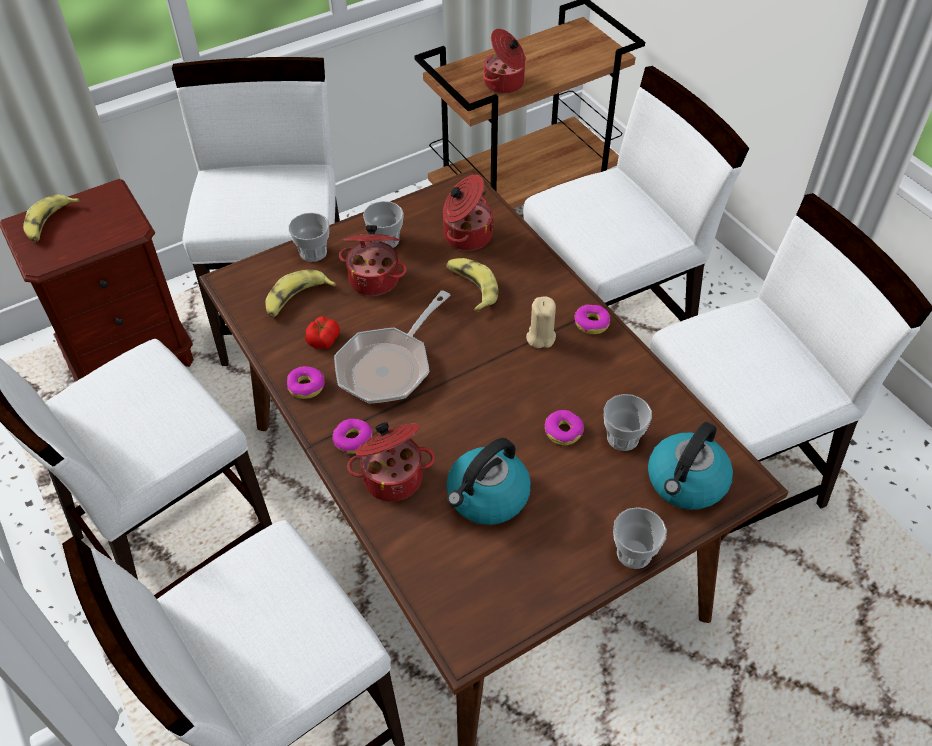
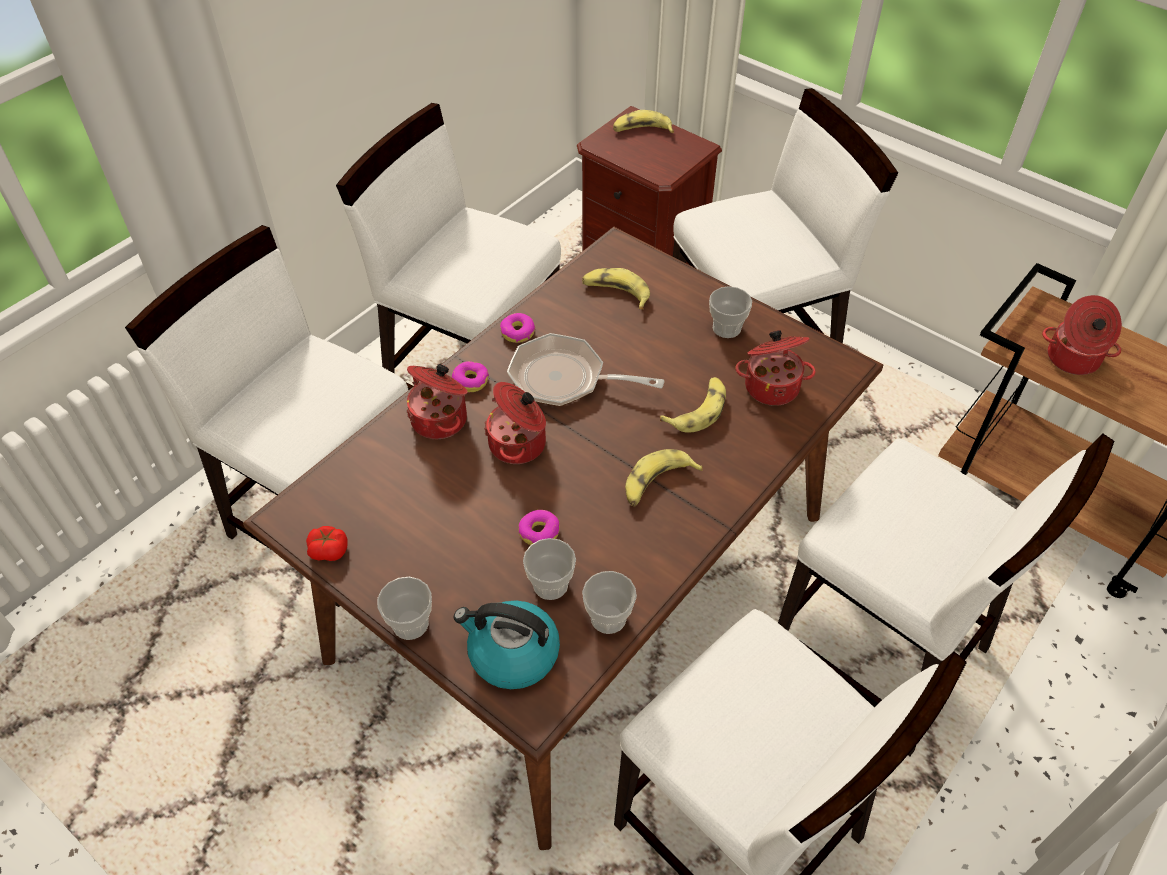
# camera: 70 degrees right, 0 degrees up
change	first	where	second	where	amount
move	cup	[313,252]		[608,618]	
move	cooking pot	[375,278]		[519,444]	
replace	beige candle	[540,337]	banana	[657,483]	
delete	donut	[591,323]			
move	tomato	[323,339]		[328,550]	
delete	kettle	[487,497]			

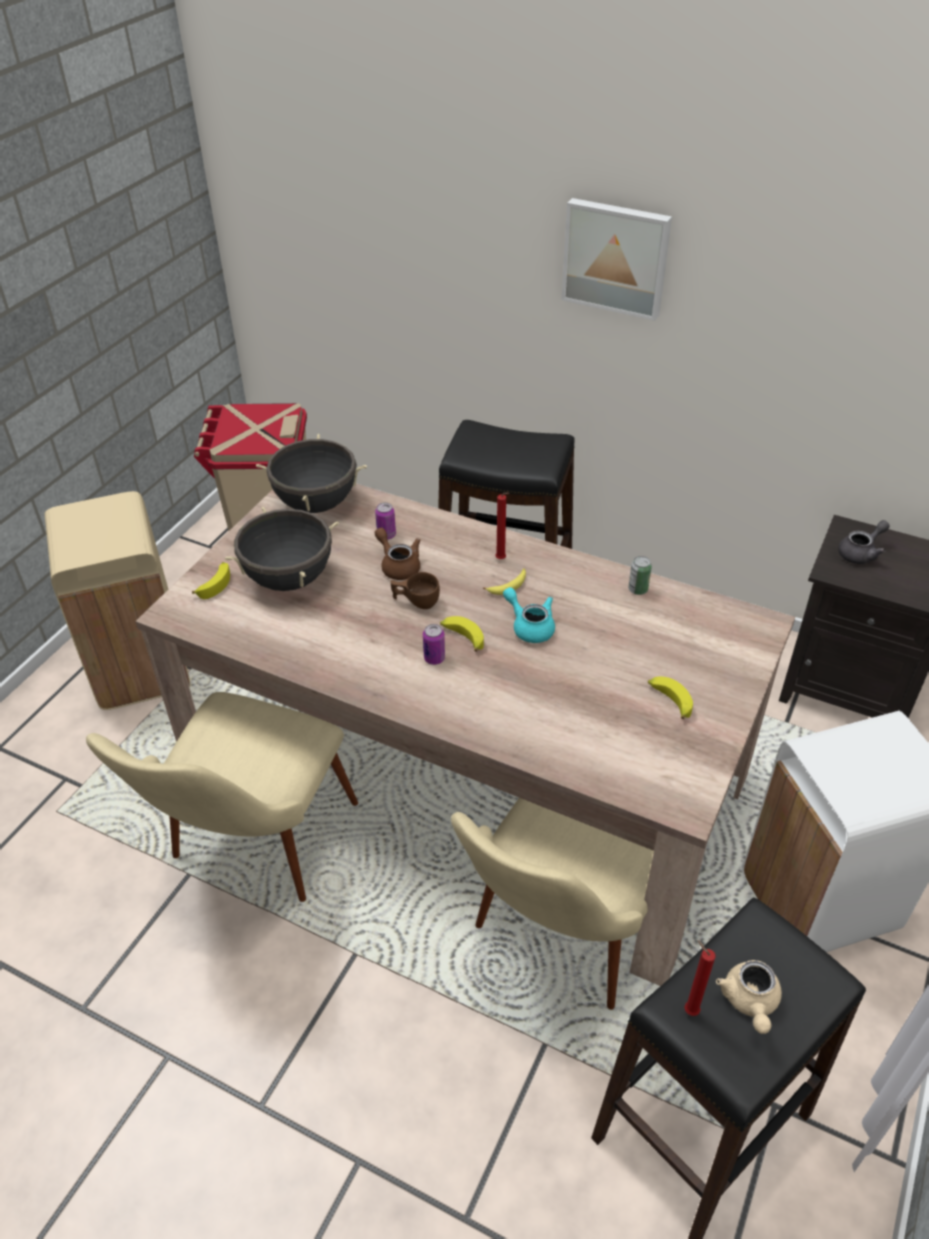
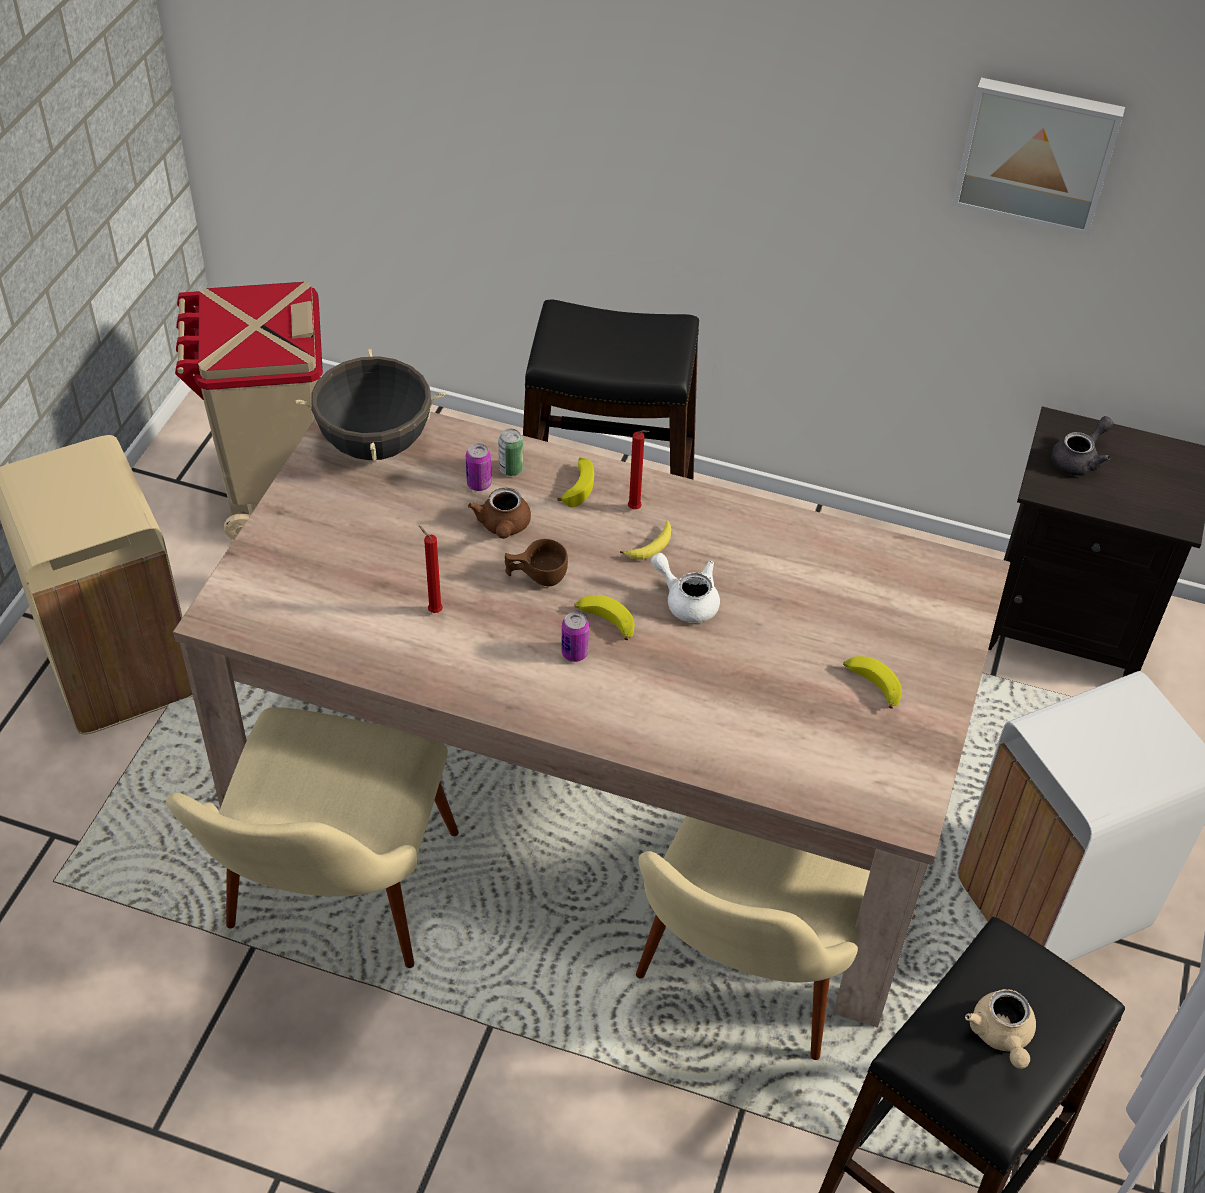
# camera: 10 degrees left, 5 degrees up
change	first	where	second	where	amount
move	picture	[616,257]		[1037,153]	
delete	black cooking pot	[289,579]			
rotate	brown teapot	[398,565]		[503,527]	135 degrees counterclockwise
move	can	[638,589]		[511,469]	
move	banana	[215,584]		[577,486]	
recolor	turquoise teapot	[530,626]	white teapot	[687,600]	
move	red candle	[689,1009]		[433,610]	

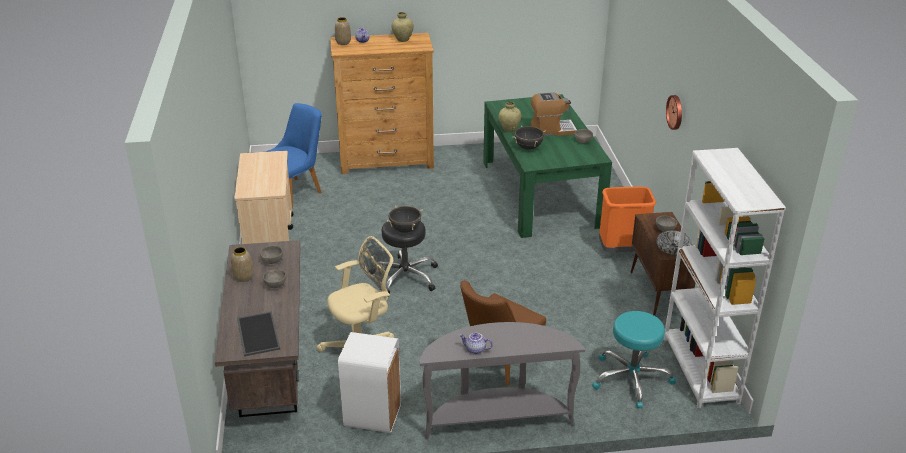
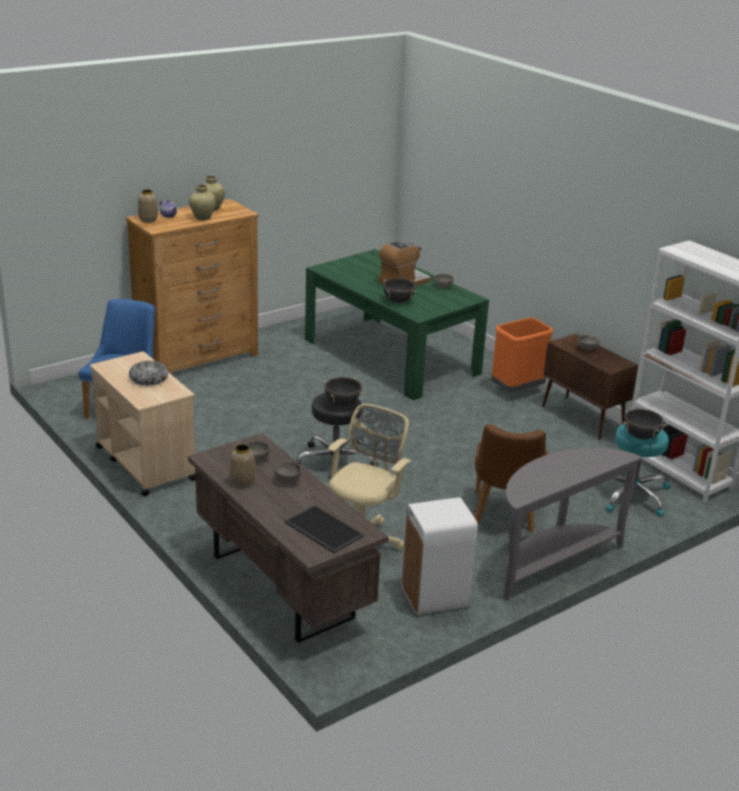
# camera: 30 degrees left, 5 degrees down
change	first	where	second	where	amount
delete	wall clock	[675,112]			
move	beige vase	[509,129]		[202,218]	
move	bowl	[673,247]		[148,378]	
delete	teapot	[475,350]			
insert			black cooking pot	[640,437]	

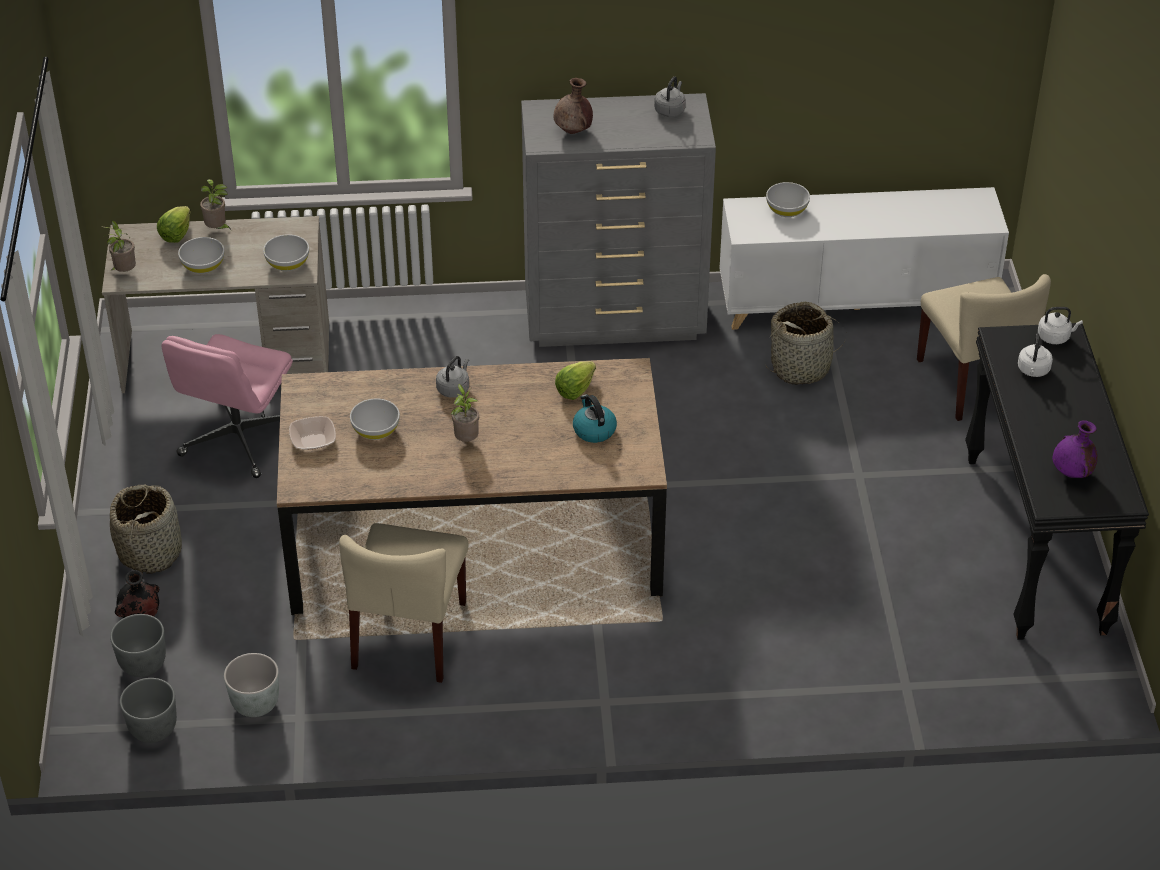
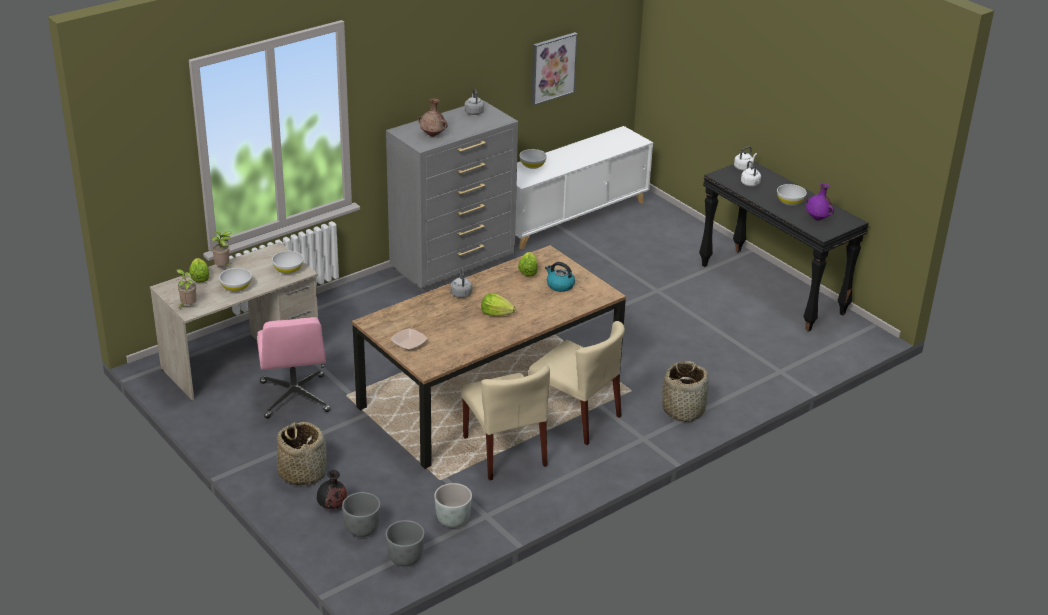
# camera: 35 degrees left, 10 degrees down
change	first	where	second	where	amount
move	beige chair	[974,381]		[576,417]	
move	basket	[801,367]		[684,410]	
replace	potted plant	[466,440]	lettuce	[496,314]	
move	white bowl	[375,430]		[790,202]	
insert			picture	[553,68]	

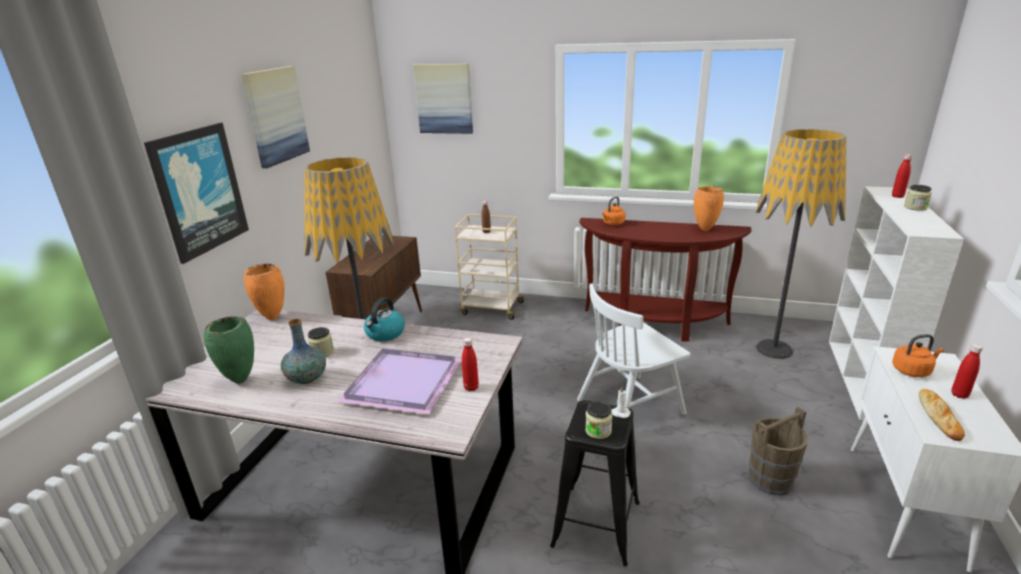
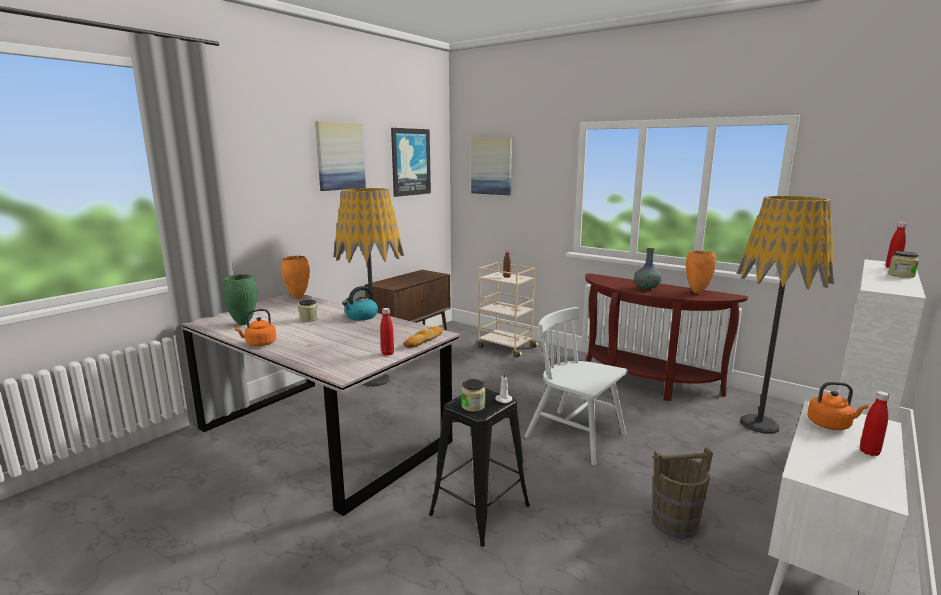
# camera: 20 degrees right, 10 degrees down
change	first	where	second	where	amount
move	picture	[199,191]		[410,162]	
move	orange kettle	[613,224]		[259,344]	
rotate	white chair	[630,406]		[575,436]	45 degrees clockwise
move	vase	[307,379]		[646,288]	
delete	purple tray	[402,382]			
move	bread	[939,417]		[424,340]	

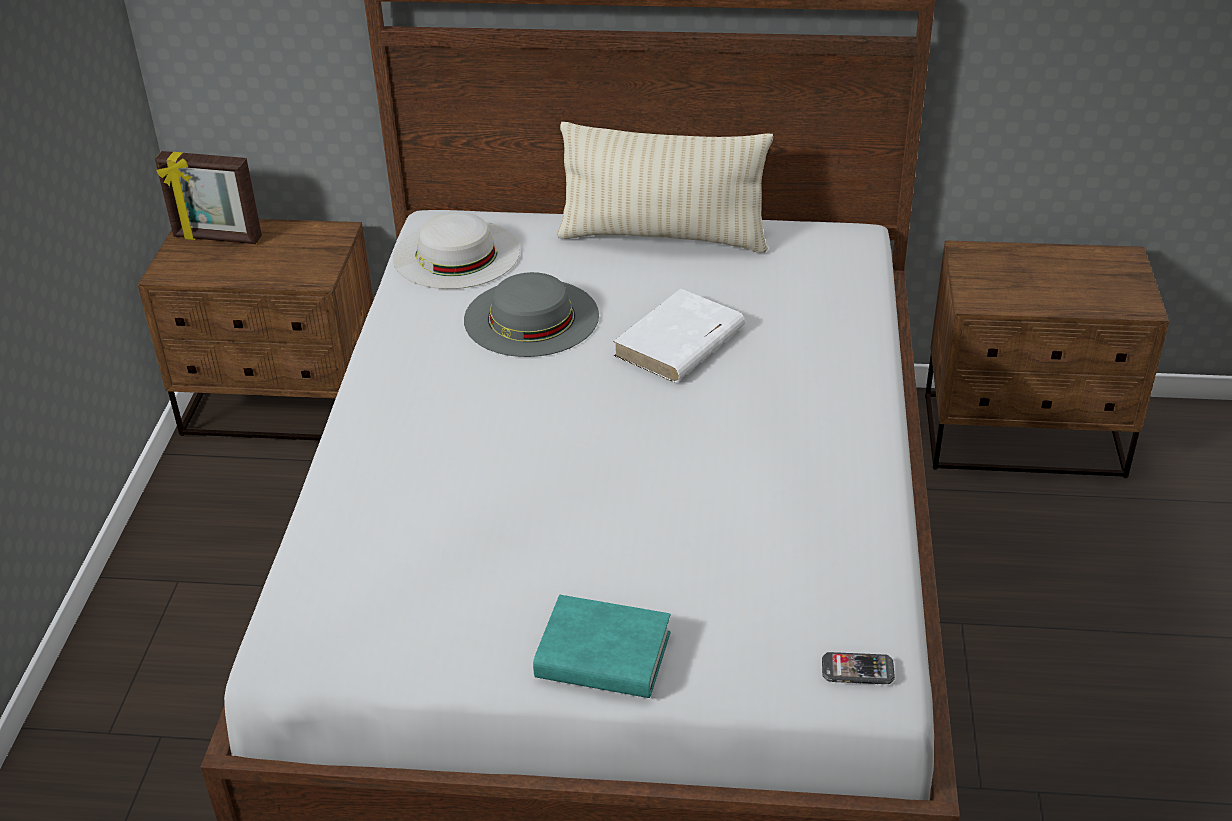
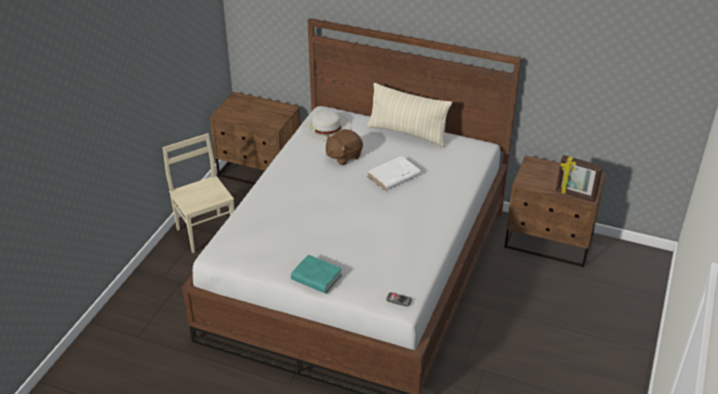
# camera: 15 degrees right, 0 degrees up
change	first	where	second	where	amount
move	picture frame	[217,238]		[575,195]	
replace	grey hat	[531,317]	brown plush toy	[343,156]	
insert			beige chair	[206,232]	

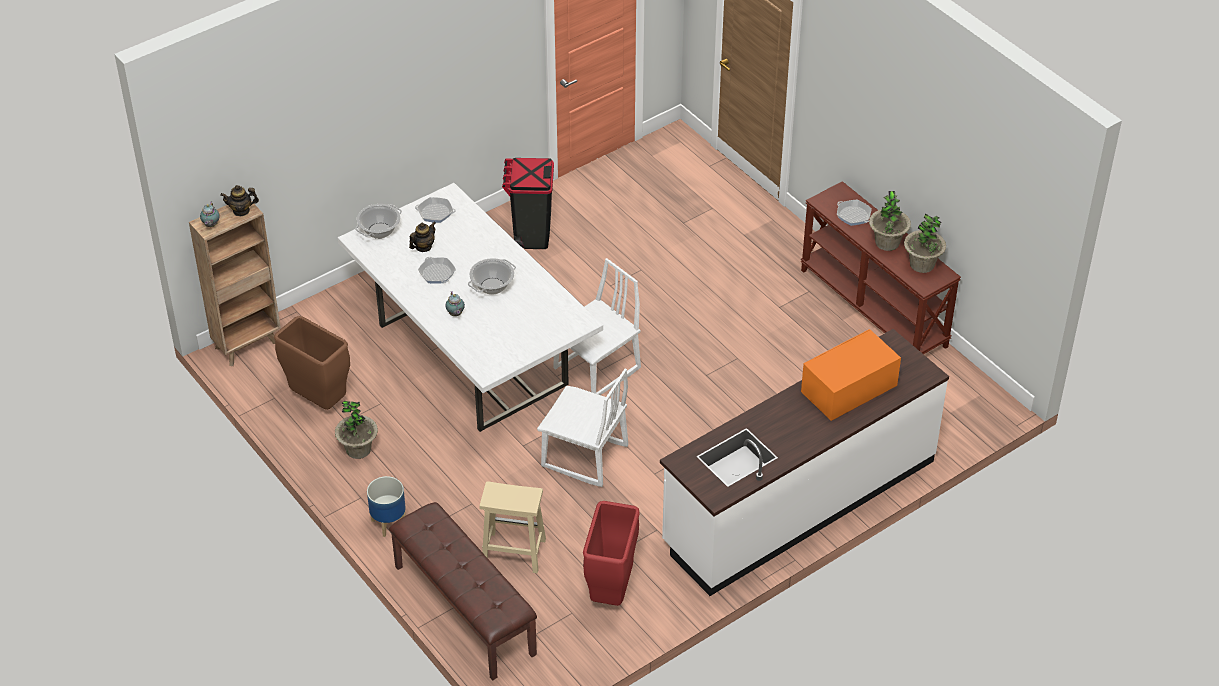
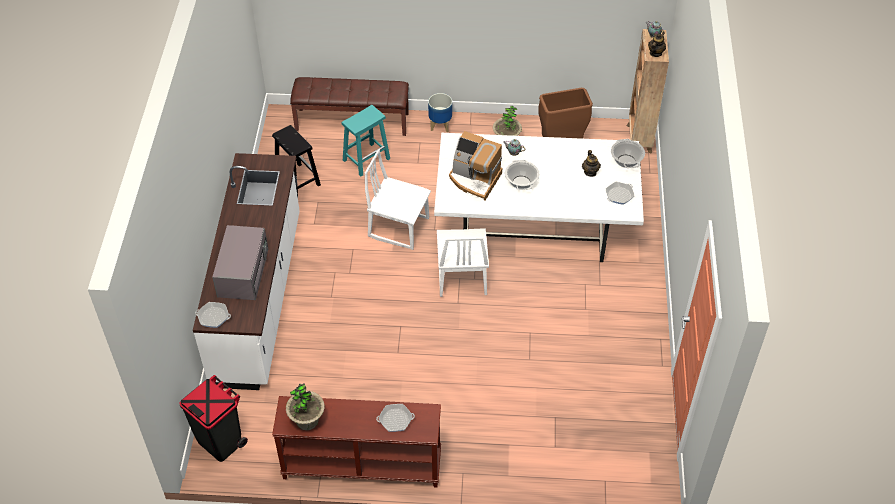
# camera: 130 degrees right, 5 degrees up
change	first	where	second	where	amount
move	black trash can	[531,235]		[220,441]	
delete	potted plant	[887,242]			
move	frying pan	[437,273]		[213,317]	
recolor	orange microwave	[848,389]	grey microwave	[243,271]	
rotate	white chair	[584,457]		[399,227]	45 degrees clockwise
recolor	beige stool	[512,552]	turquoise stool	[367,159]	
replace	red trash can	[612,592]	black stool	[297,180]	
insert			coffee machine	[474,179]	

